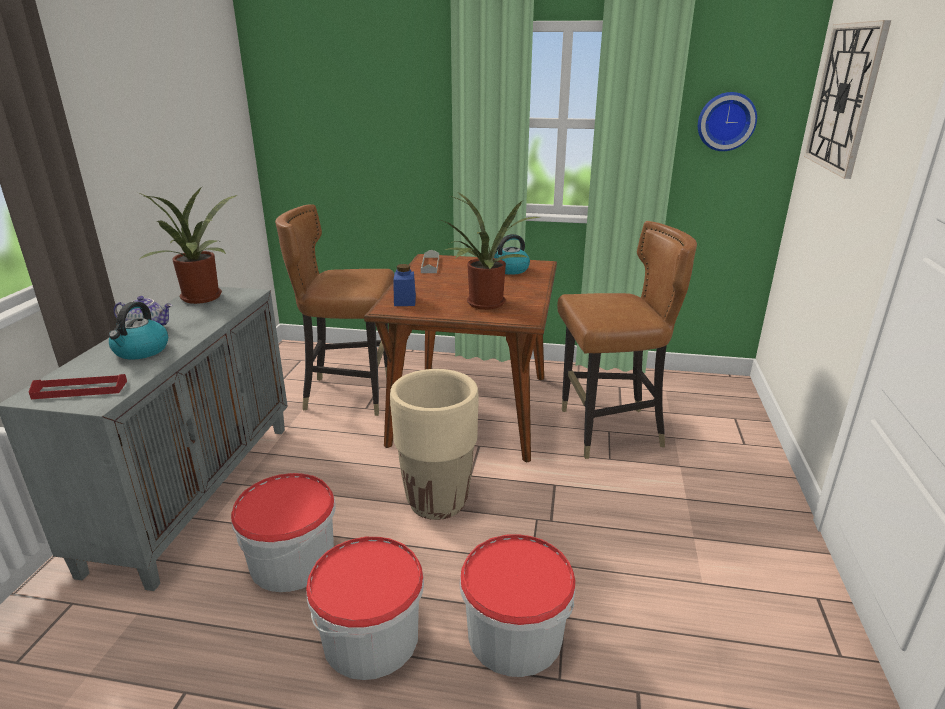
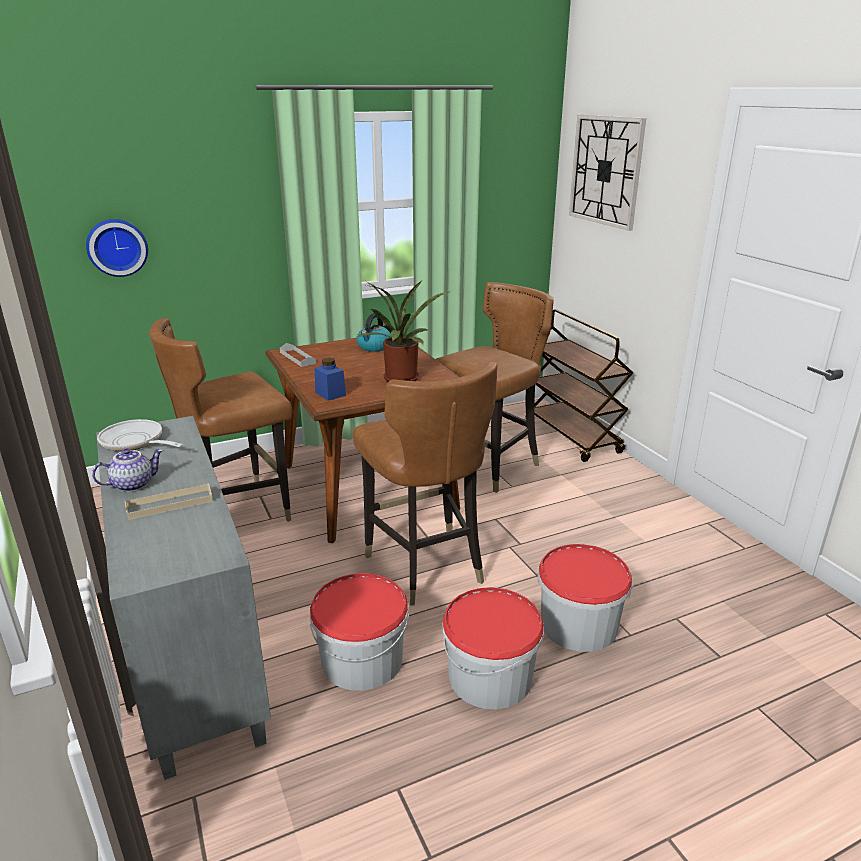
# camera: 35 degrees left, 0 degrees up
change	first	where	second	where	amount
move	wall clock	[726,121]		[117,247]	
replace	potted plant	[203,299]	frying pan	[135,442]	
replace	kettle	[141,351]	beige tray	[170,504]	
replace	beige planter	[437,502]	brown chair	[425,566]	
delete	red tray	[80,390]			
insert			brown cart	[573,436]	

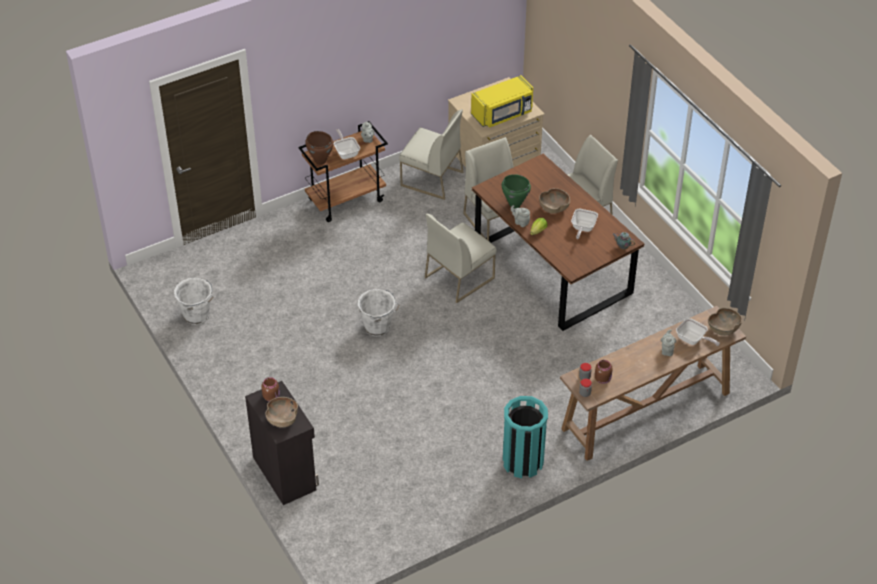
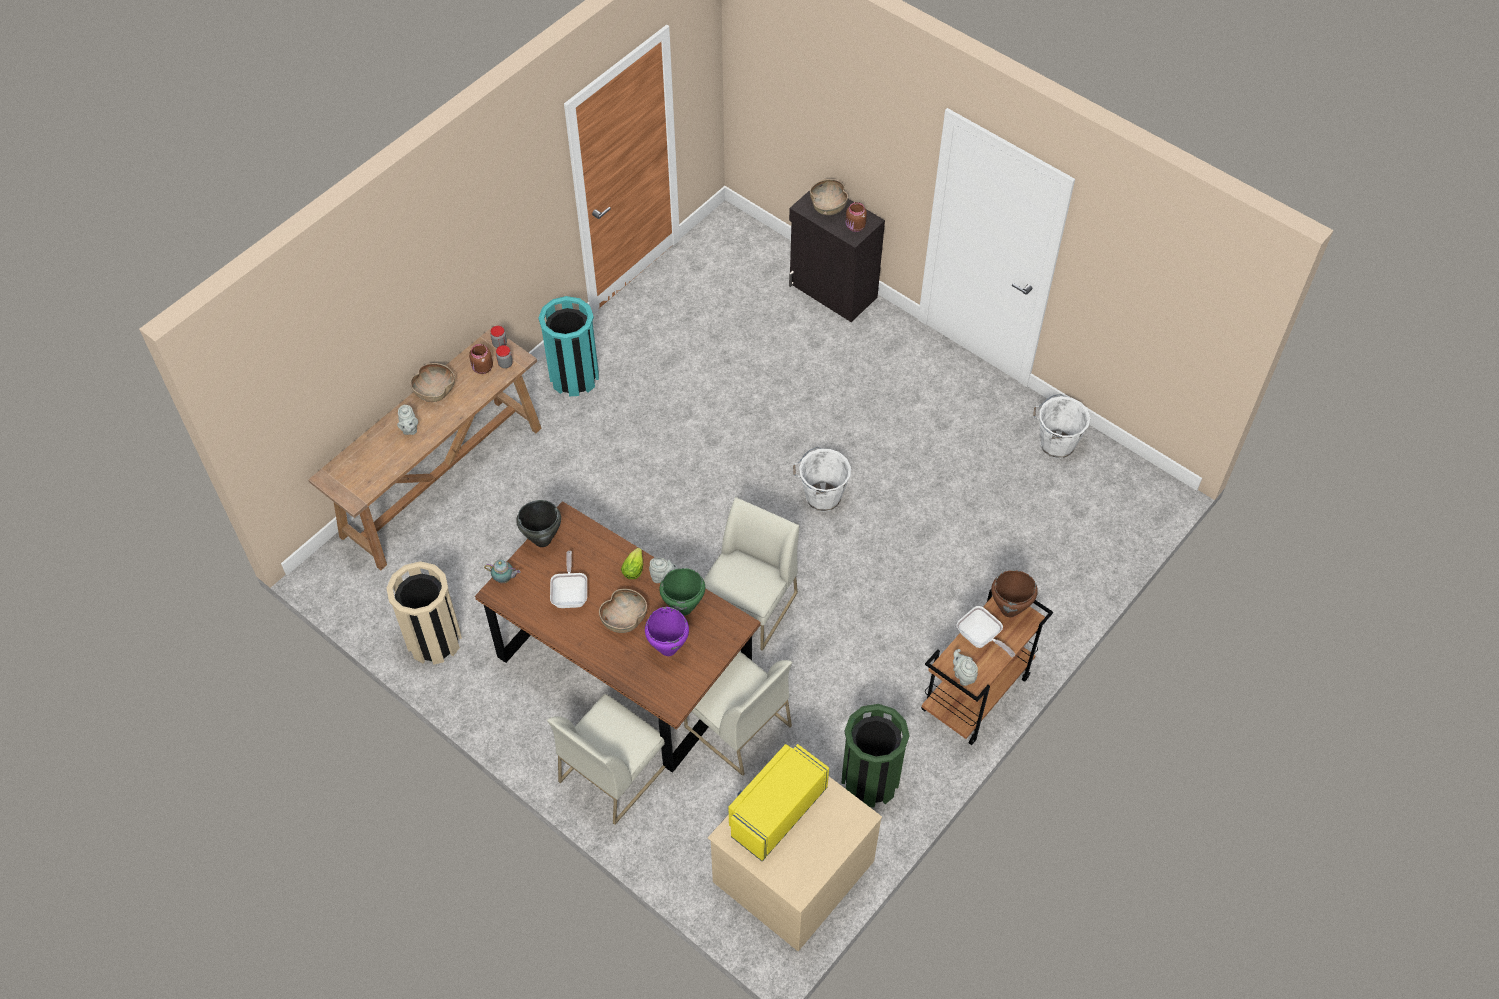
# camera: 160 degrees right, 10 degrees up
change	first	where	second	where	amount
replace	white chair	[431,179]	green trash can	[870,780]	
move	brown bowl	[723,329]		[435,391]	
delete	frying pan	[693,340]			
insert			black cooking pot	[542,540]	
insert			beige trash can	[434,640]	
insert			purple cooking pot	[668,648]	

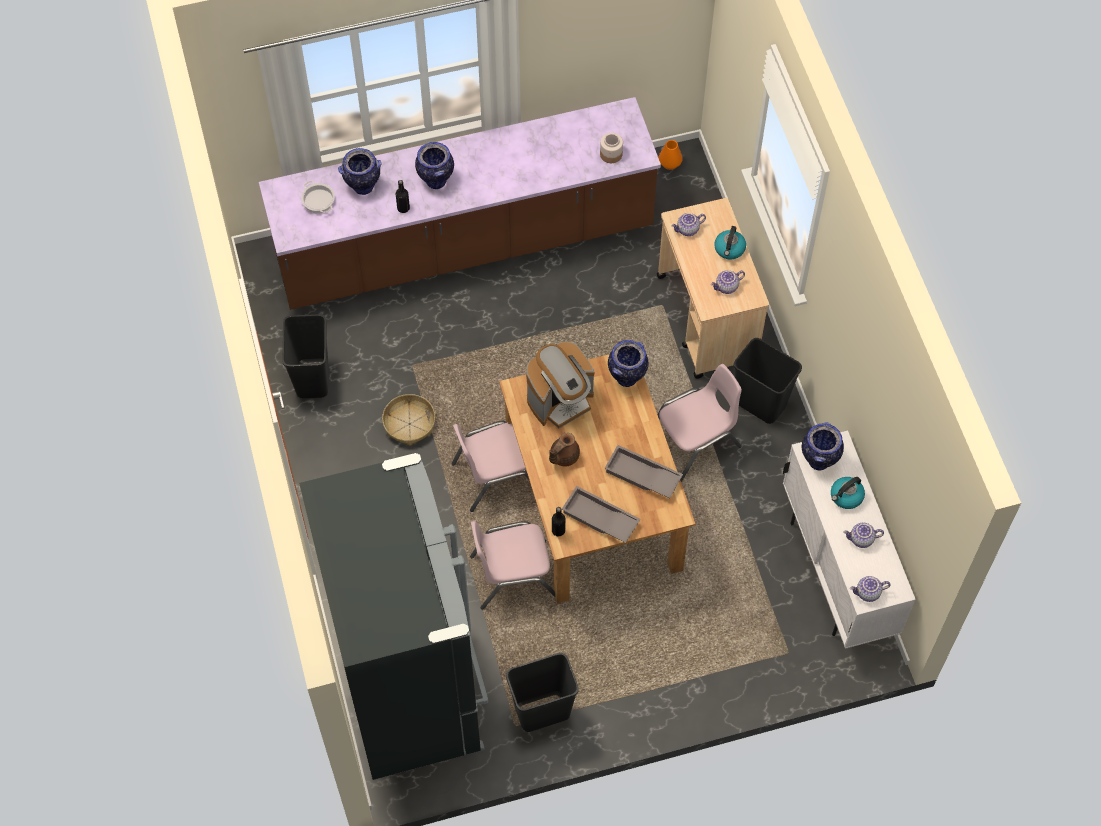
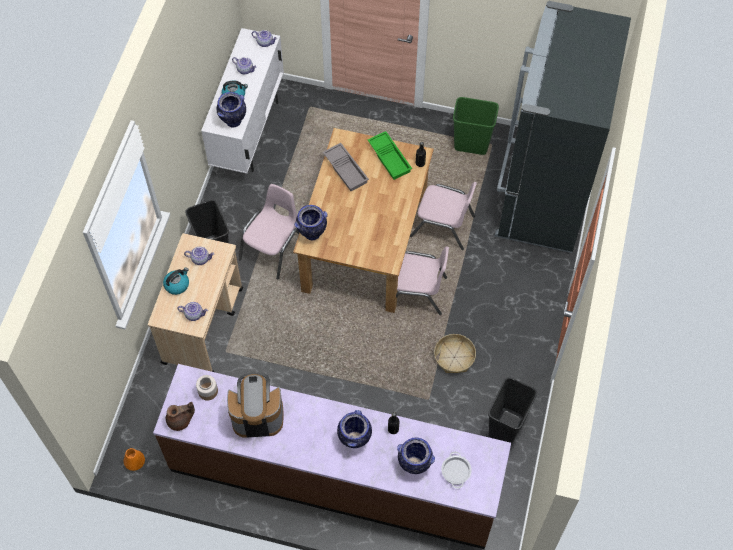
# camera: 150 degrees left, 0 degrees up
change	first	where	second	where	amount
move	coffee machine	[560,401]		[257,416]	
rotate	pink chair	[695,442]		[273,248]	120 degrees clockwise
move	brown teapot	[563,456]		[180,420]	
recolor	grey tray	[599,519]	green tray	[390,158]	
recolor	black trash can	[542,712]	green trash can	[471,144]	

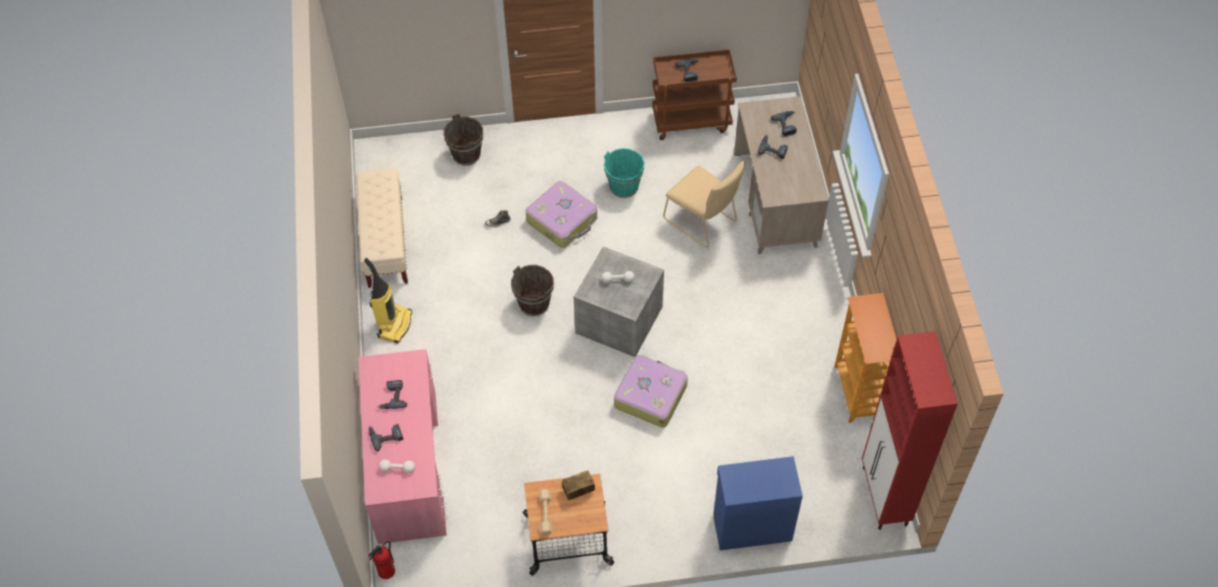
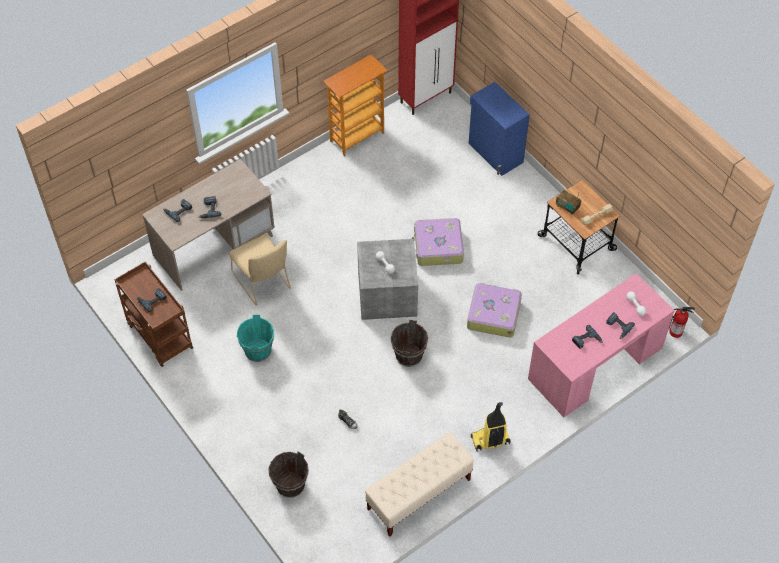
# camera: 120 degrees left, 0 degrees up
change	first	where	second	where	amount
rotate	beige chair	[702,222]		[263,282]	135 degrees clockwise
move	suitcase	[563,220]		[493,314]	

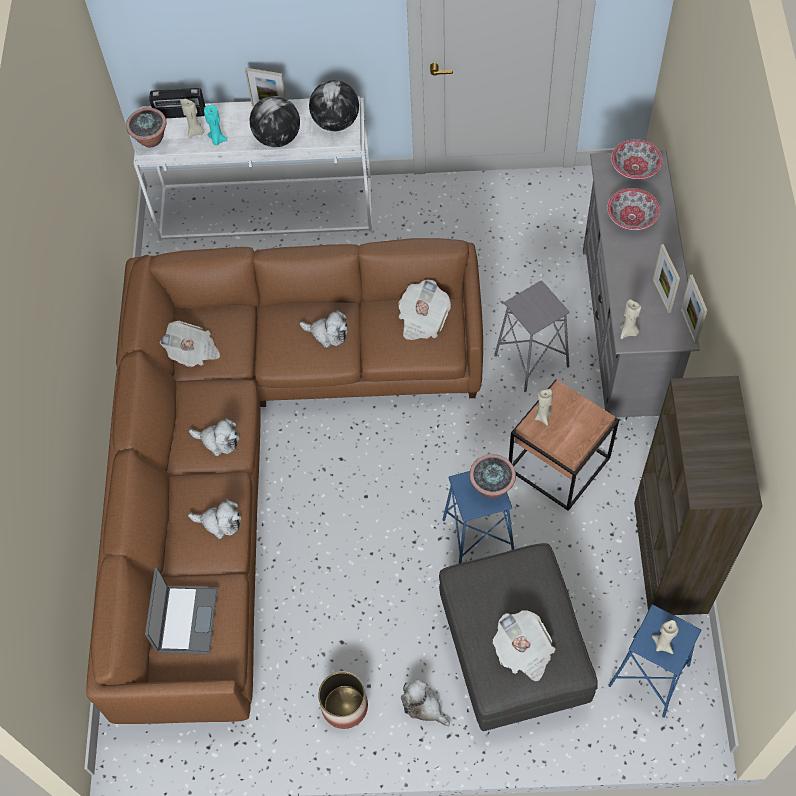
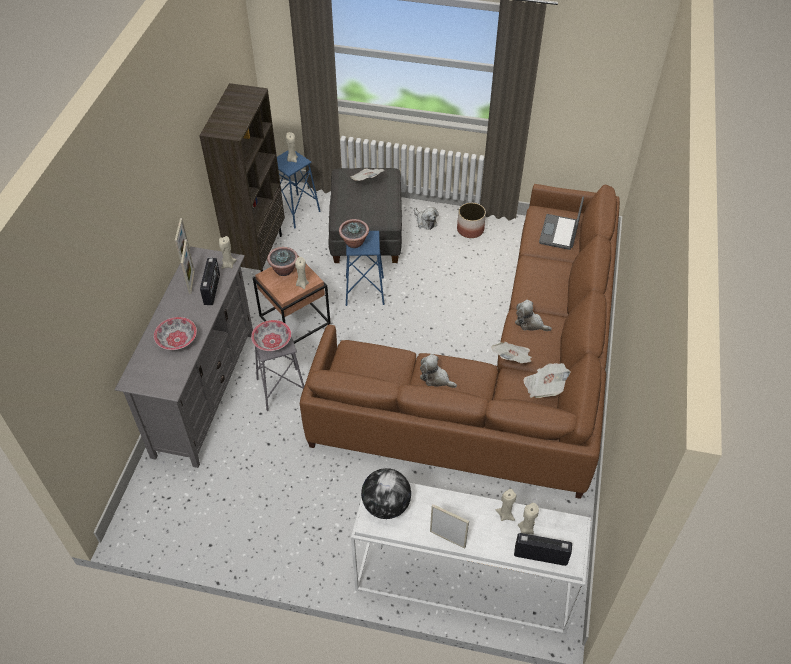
# camera: 170 degrees left, 10 degrees down
change	first	where	second	where	amount
delete	globe	[277,138]			
recolor	turquoise candle	[217,140]	beige candle	[505,514]	
move	potted plant	[151,140]		[284,270]	
move	bowl	[635,168]		[272,341]	
move	newspaper	[422,319]		[512,359]	
delete	plush toy	[220,522]			
insert			radio	[212,290]	

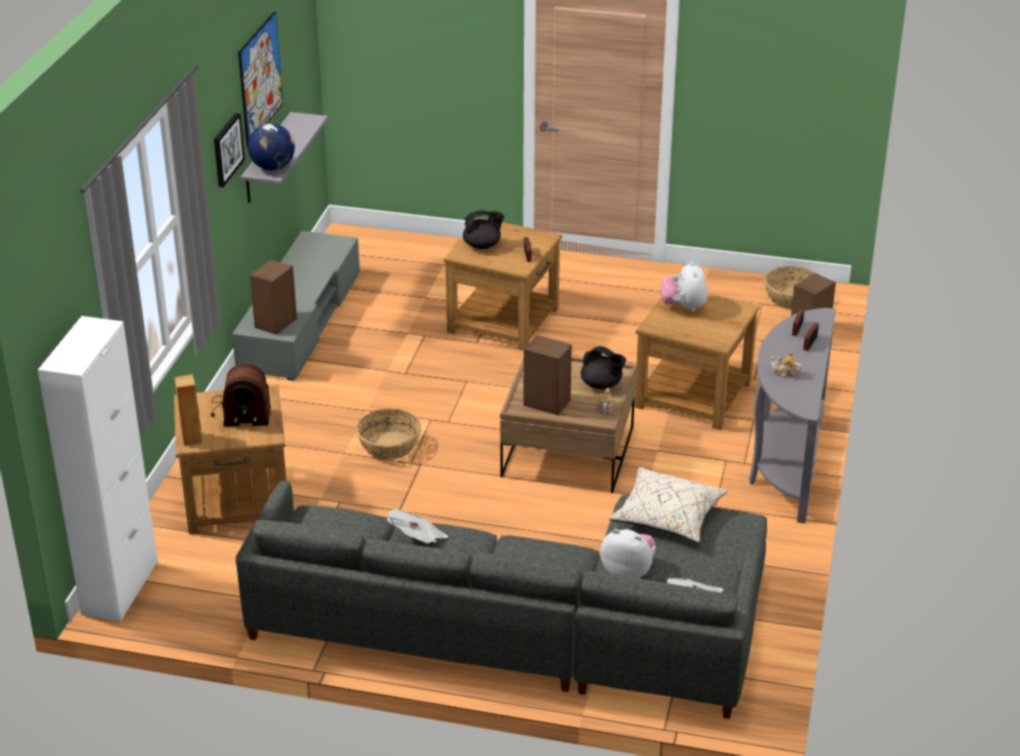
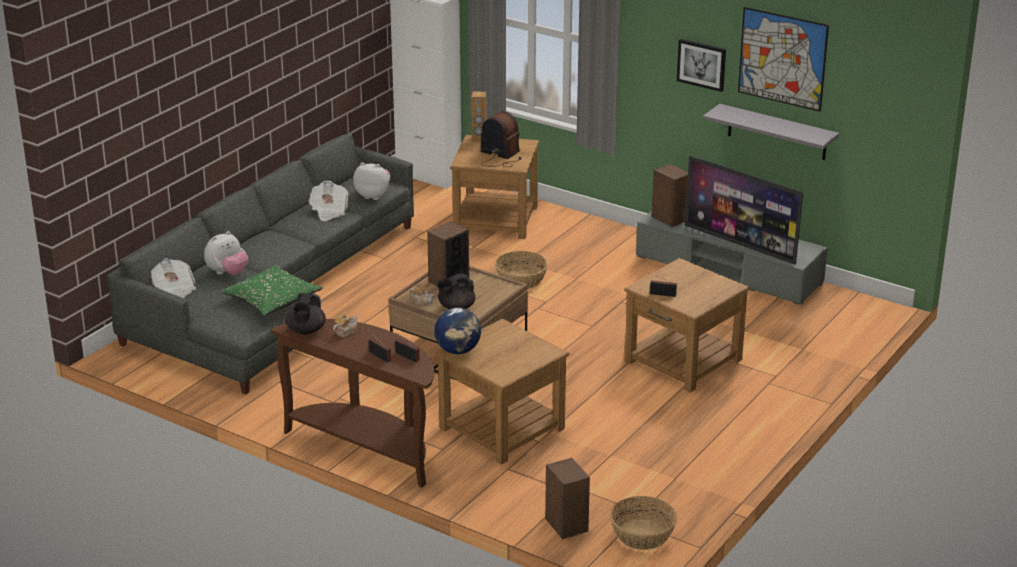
# camera: 110 degrees right, 5 degrees down
change	first	where	second	where	amount
move	globe	[273,167]		[458,350]	
move	black teapot	[482,245]		[305,331]	
move	plush toy	[683,307]		[373,196]	
recolor	grey console table	[787,464]	brown console table	[367,448]	
rotate	radio	[240,411]		[500,157]	105 degrees clockwise
recolor	beige pillow	[667,517]	green pillow	[271,300]	
insert			television	[740,244]	

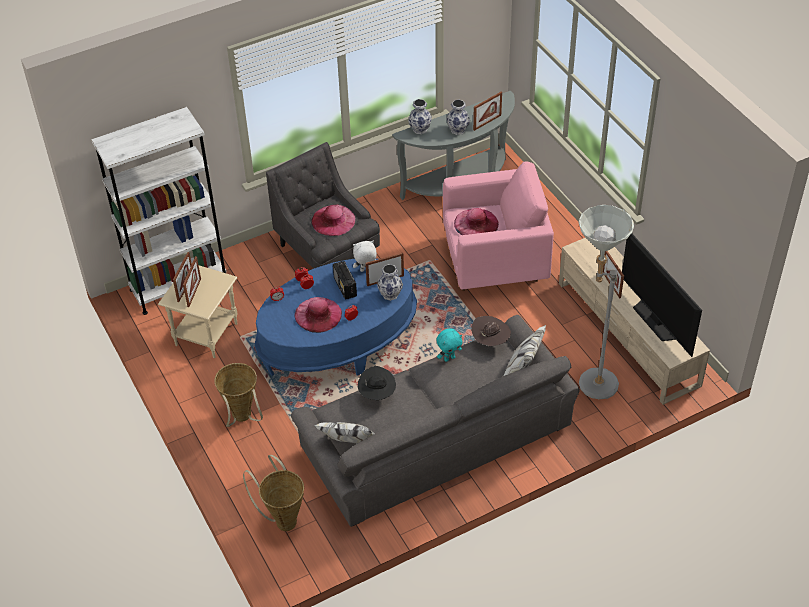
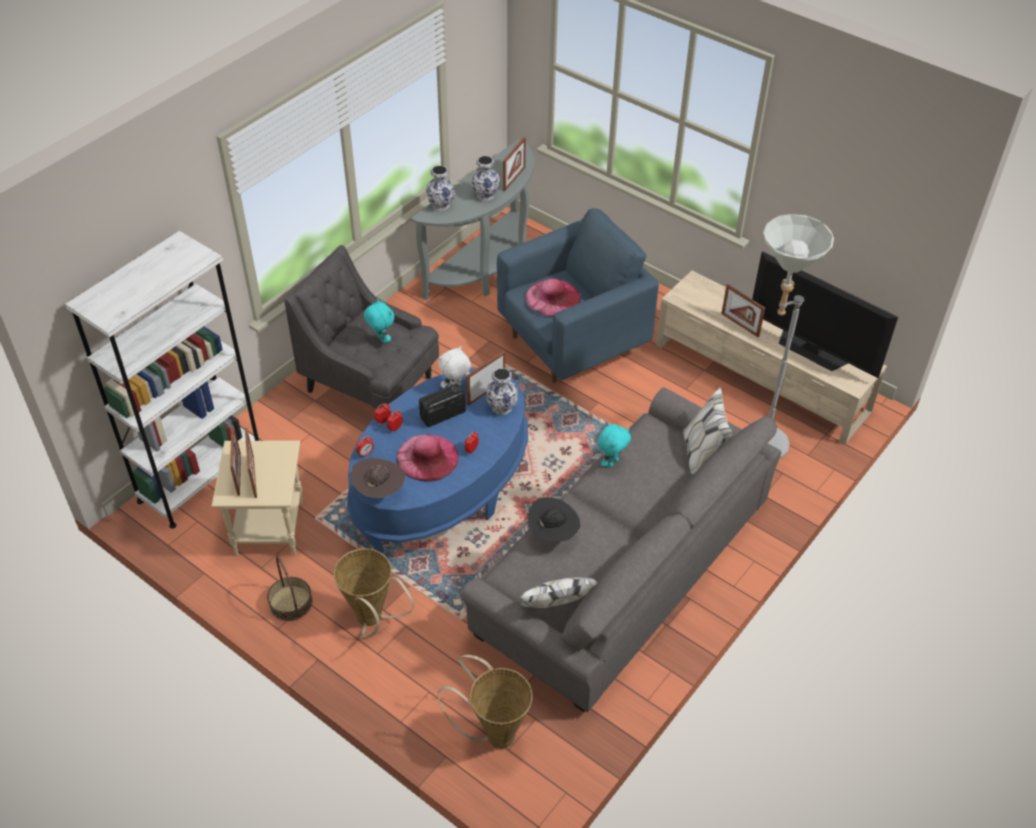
# camera: 25 degrees left, 0 degrees up
change	first	where	second	where	amount
recolor	pink armchair	[494,264]	blue armchair	[572,343]	
replace	pink hat	[333,220]	turquoise plush toy	[381,339]	
rotate	radio	[345,287]		[442,415]	105 degrees clockwise
move	brown hat	[490,341]		[379,490]	
insert			basket	[290,603]	

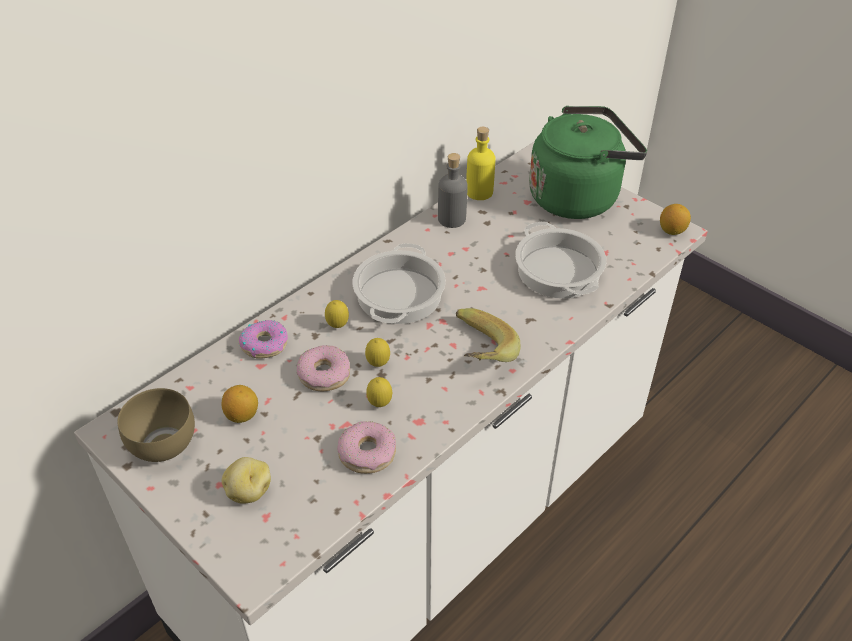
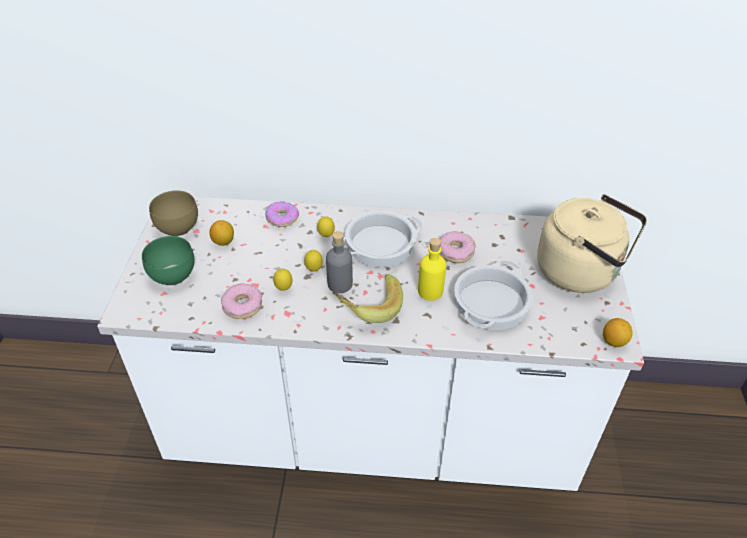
# camera: 50 degrees right, 0 degrees up
change	first	where	second	where	amount
recolor	green kettle	[578,196]	beige kettle	[581,272]	
move	yellow bottle	[479,192]		[430,291]	
move	grey bottle	[452,219]		[340,284]	
move	donut	[324,374]		[456,252]	
replace	potato	[248,491]	green bowl	[174,276]	

